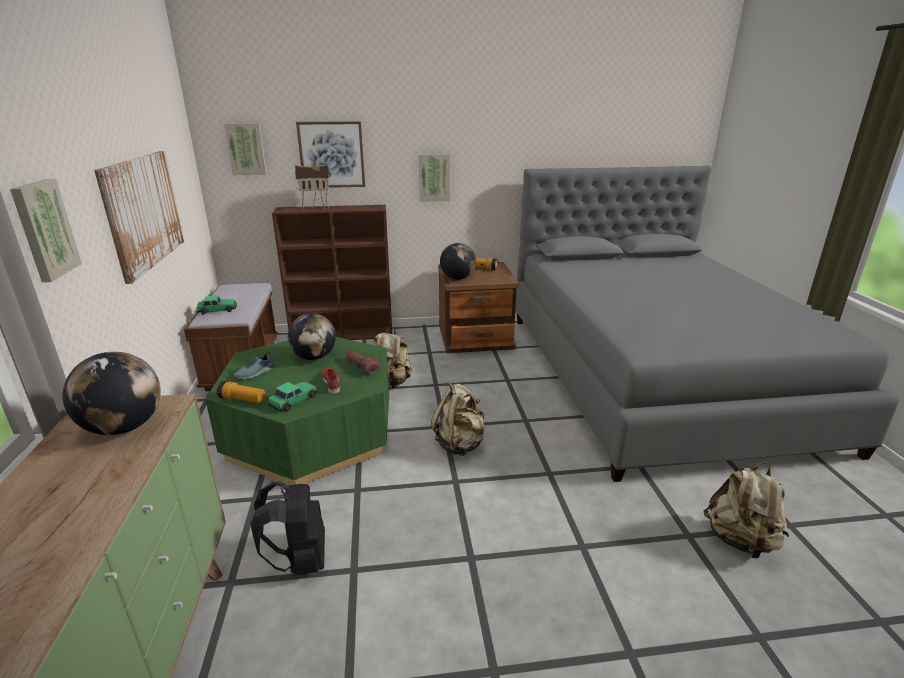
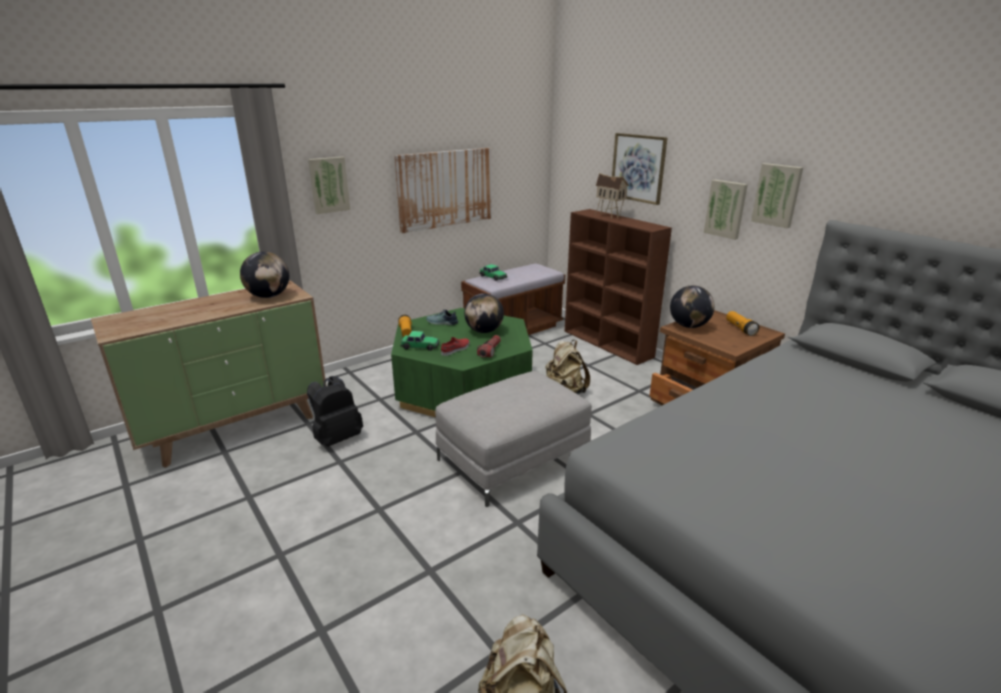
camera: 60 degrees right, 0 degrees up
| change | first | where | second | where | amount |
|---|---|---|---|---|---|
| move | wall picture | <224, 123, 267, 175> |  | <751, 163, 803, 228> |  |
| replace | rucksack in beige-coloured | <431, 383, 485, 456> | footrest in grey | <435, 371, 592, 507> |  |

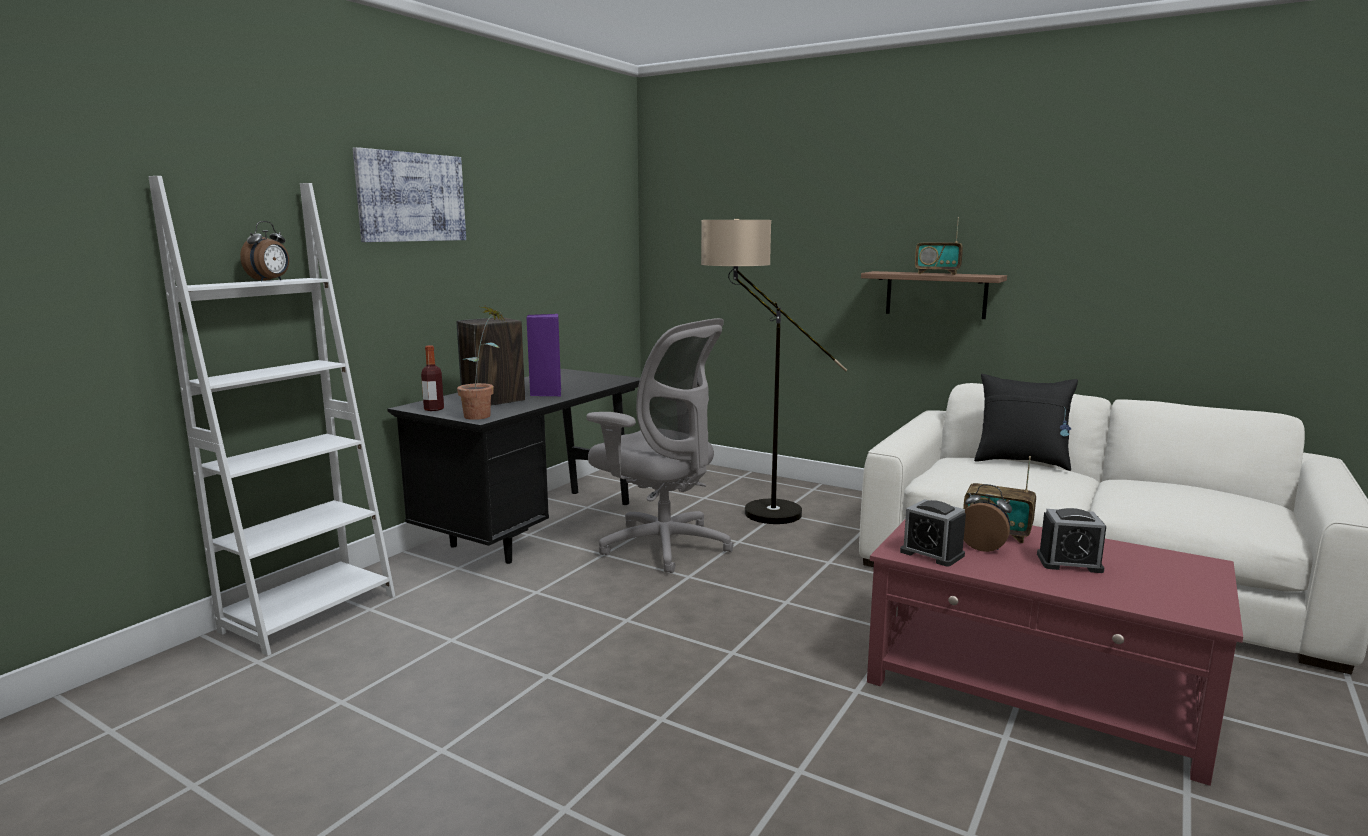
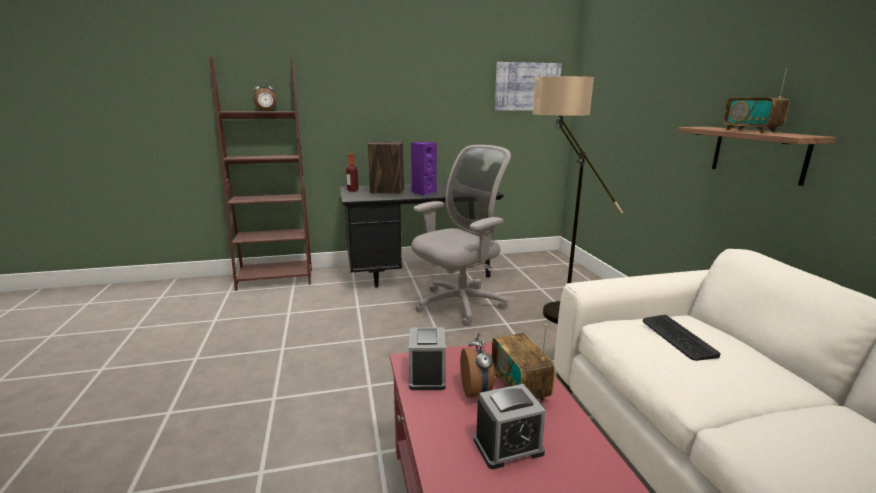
camera: 45 degrees right, 5 degrees up
| change | first | where | second | where | amount |
|---|---|---|---|---|---|
| recolor | shelving unit in white-coloured | <148, 176, 395, 656> | shelving unit in brown-coloured | <209, 58, 312, 291> |  |
| move | wall picture | <353, 147, 466, 242> |  | <495, 62, 562, 111> |  |
| delete | potted plant | <457, 307, 506, 420> |  |  |  |
| rotate | office chair in grey | <586, 318, 733, 573> |  | <411, 145, 511, 326> | 120 degrees counterclockwise |
| delete | cushion in black-coloured | <974, 374, 1078, 471> |  |  |  |
| rotate | alarm clock | <1037, 508, 1106, 573> |  | <474, 384, 546, 469> | 75 degrees counterclockwise |
| insert |  |  | PC keyboard | <643, 315, 721, 361> |  |

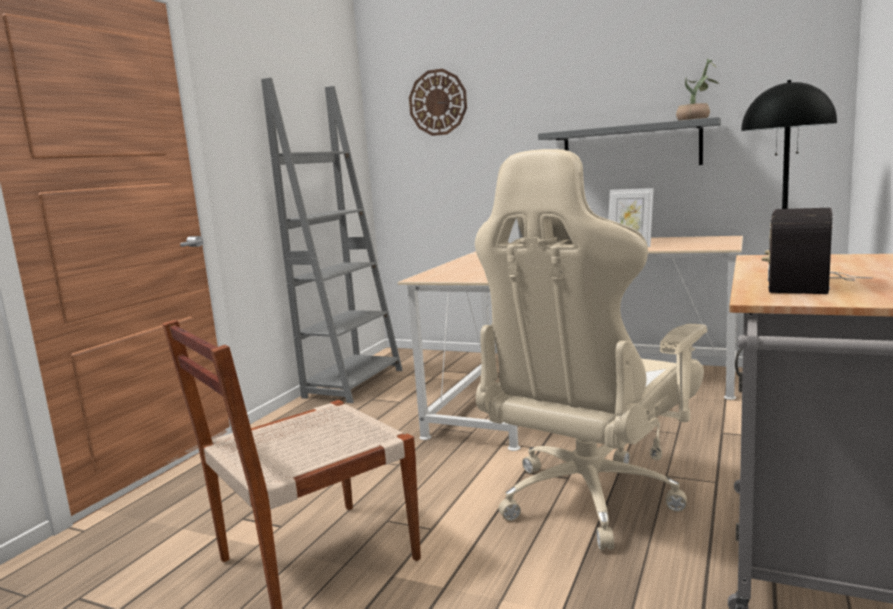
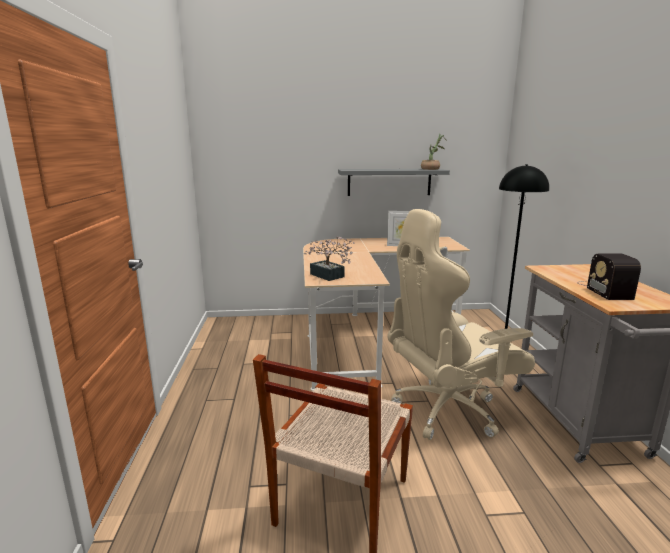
camera: 30 degrees left, 5 degrees up
| change | first | where | second | where | amount |
|---|---|---|---|---|---|
| delete | shelving unit in grey | <261, 78, 403, 403> |  |  |  |
| delete | wall clock | <409, 69, 467, 136> |  |  |  |
| rotate | office chair in beige-coloured | <475, 149, 707, 550> |  | <387, 209, 535, 440> | 60 degrees clockwise |
| insert |  |  | potted plant | <304, 236, 355, 281> |  |

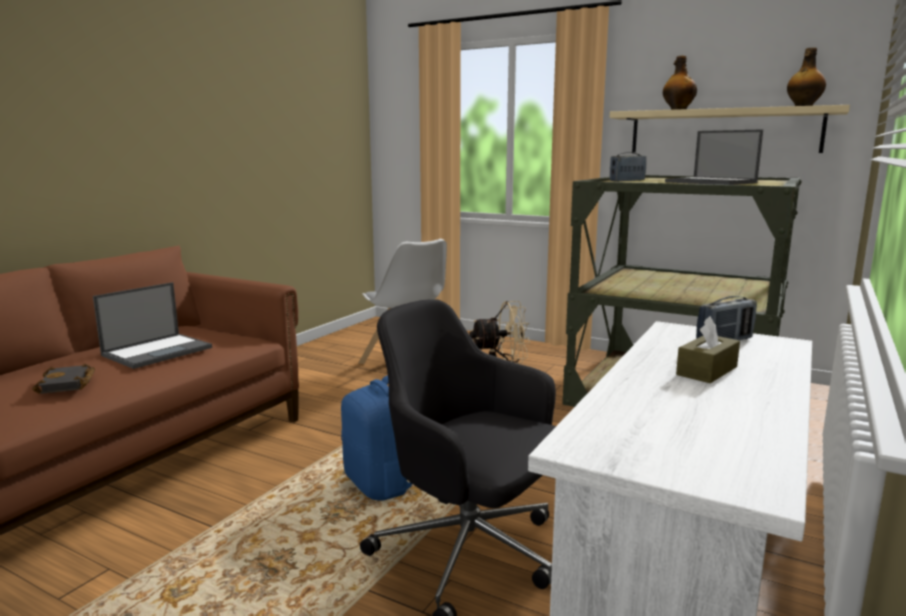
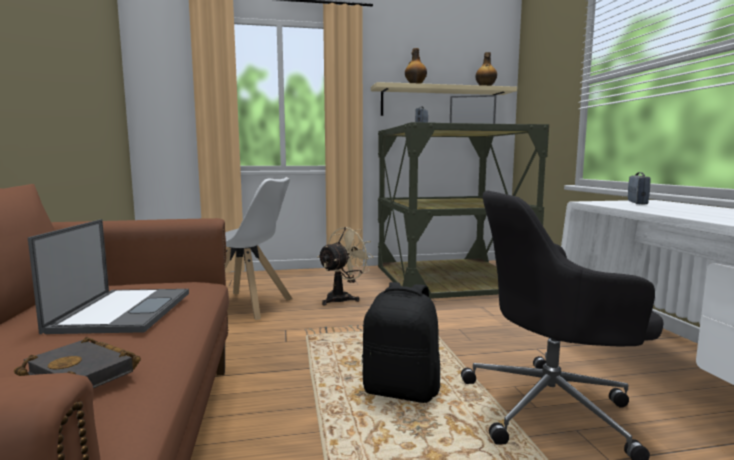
camera: 40 degrees left, 5 degrees down
| change | first | where | second | where | amount |
|---|---|---|---|---|---|
| recolor | rucksack in blue | <341, 375, 412, 501> | rucksack in black-coloured | <362, 282, 440, 403> |  |
| delete | box of tissues in brown-coloured | <676, 317, 740, 383> |  |  |  |

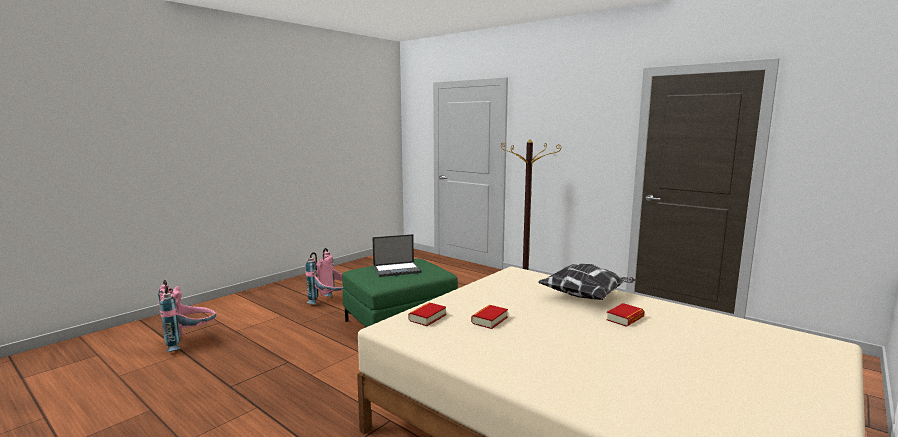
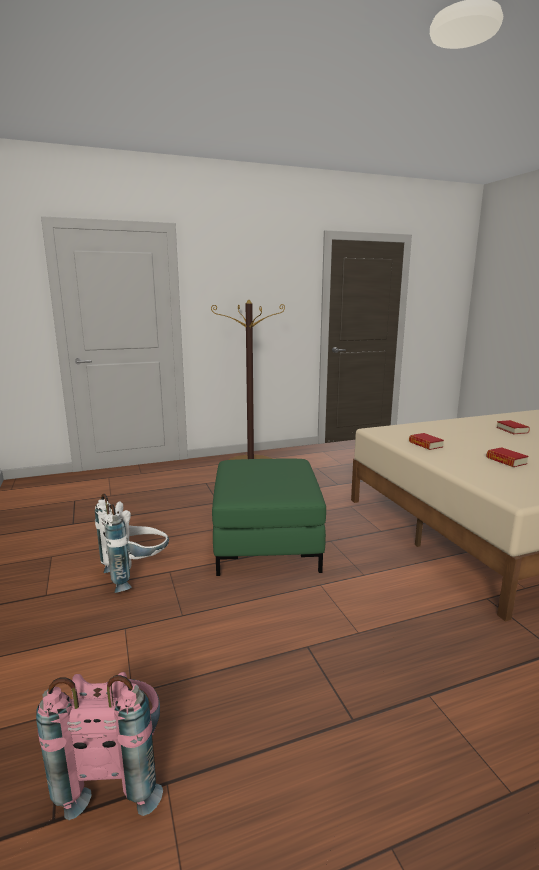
camera: 60 degrees left, 5 degrees up
| change | first | where | second | where | amount |
|---|---|---|---|---|---|
| recolor | rucksack in pinkish | <305, 248, 344, 305> | rucksack in white-coloured | <95, 494, 169, 593> |  |
| delete | portable computer | <372, 234, 422, 277> |  |  |  |
| move | volume | <408, 302, 446, 326> |  | <409, 433, 444, 450> |  |
| delete | cushion | <538, 264, 636, 300> |  |  |  |

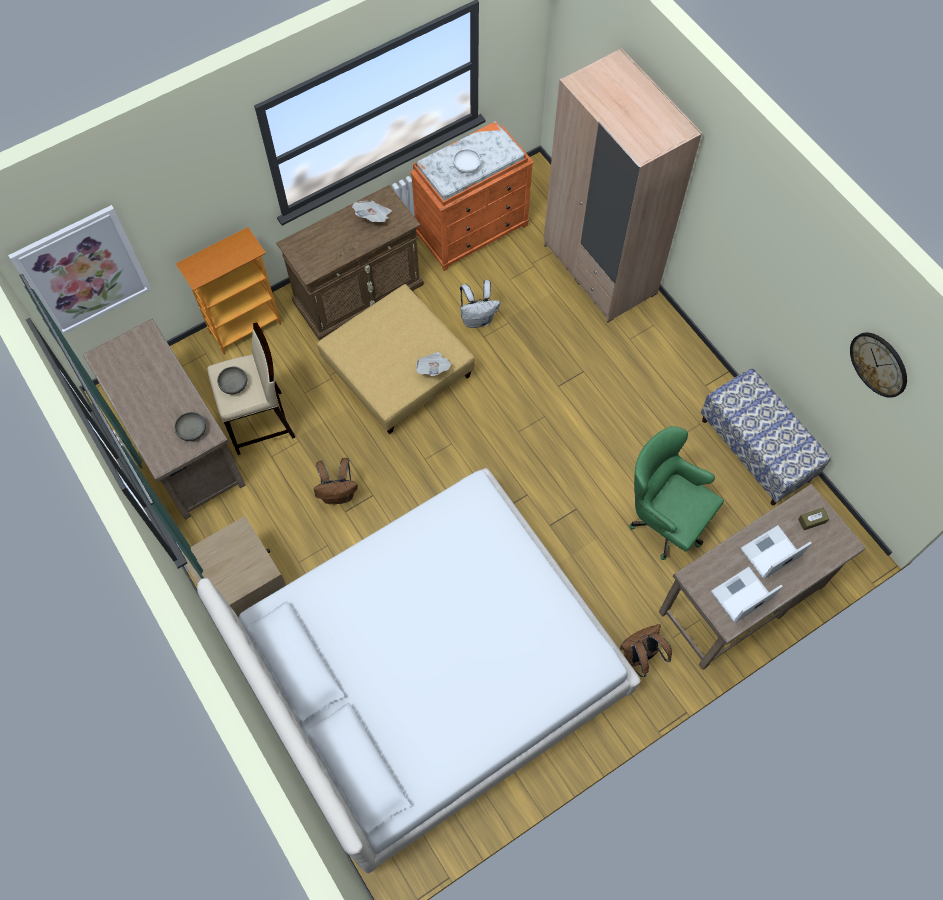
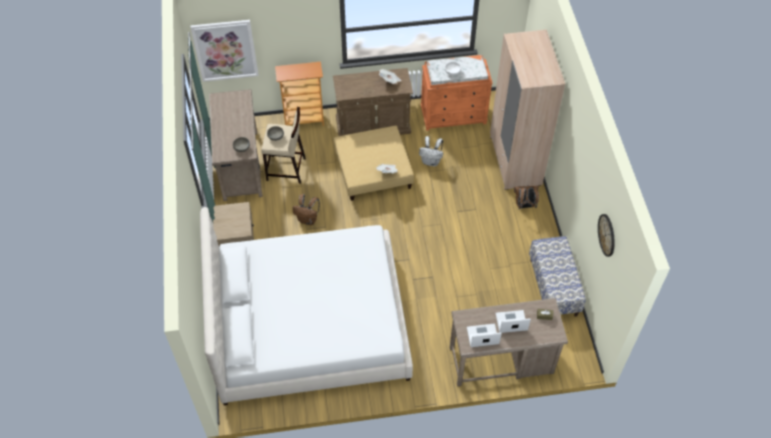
camera: 25 degrees right, 10 degrees down
| change | first | where | second | where | amount |
|---|---|---|---|---|---|
| move | rucksack in brown-coloured | <620, 624, 672, 677> |  | <514, 185, 539, 210> |  |
| delete | office chair in greenish | <629, 426, 724, 560> |  |  |  |

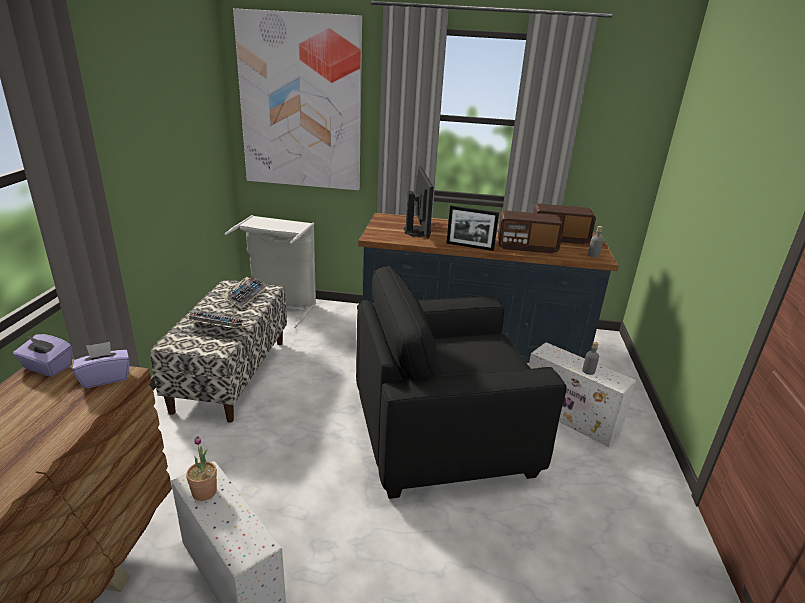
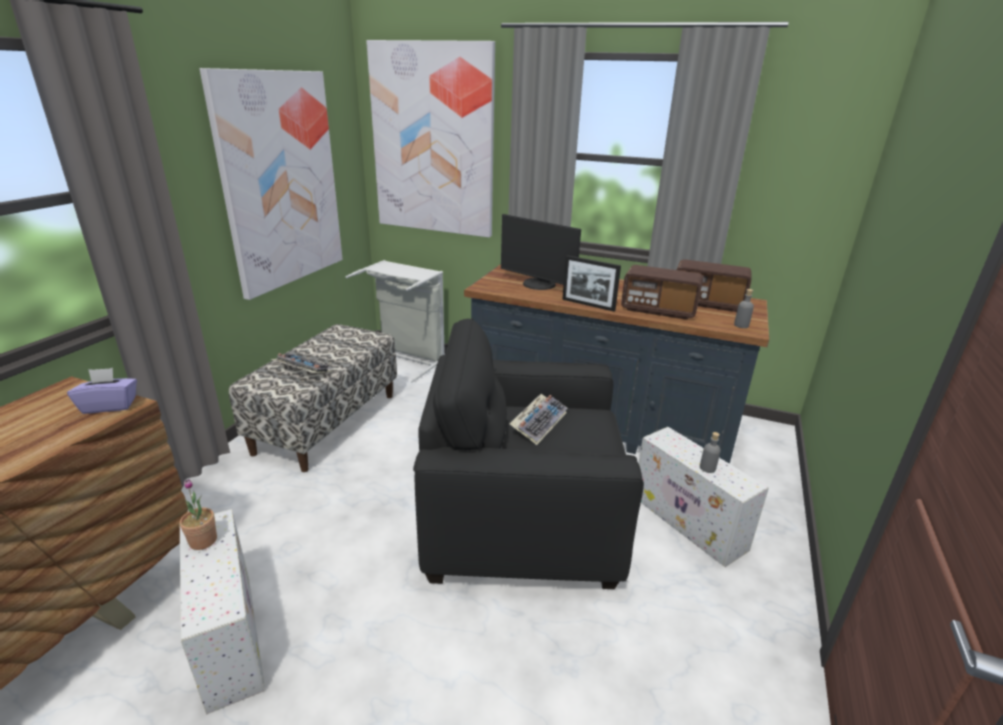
camera: 15 degrees right, 0 degrees up
| change | first | where | second | where | amount |
|---|---|---|---|---|---|
| delete | box of tissues in purple-coloured | <13, 334, 72, 377> |  |  |  |
| move | PC keyboard | <221, 276, 266, 309> |  | <509, 394, 567, 445> |  |
| rotate | computer display | <404, 166, 434, 238> |  | <501, 214, 581, 290> | 120 degrees clockwise |
| insert |  |  | wall picture | <199, 68, 343, 300> |  |

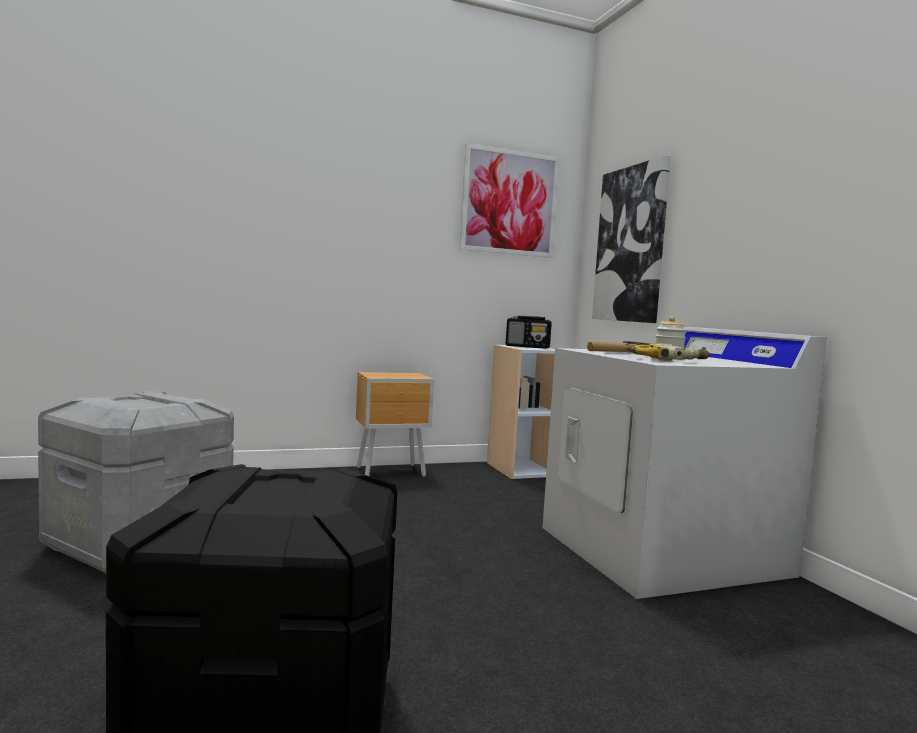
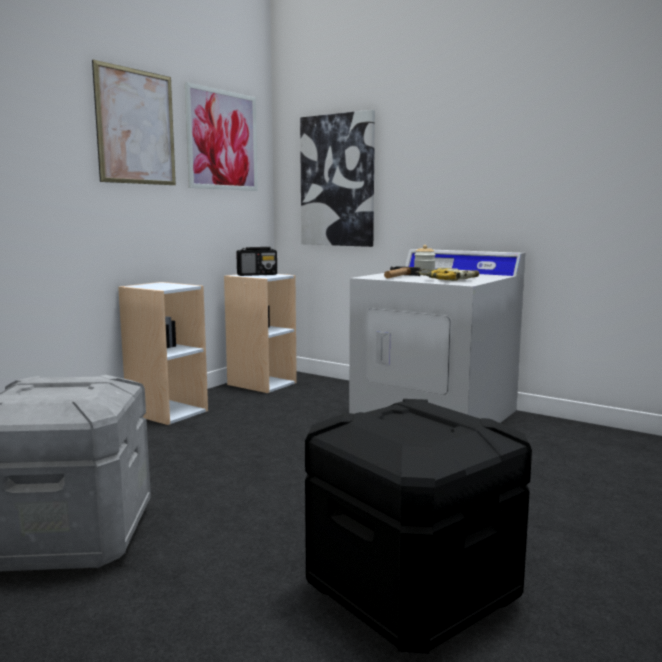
camera: 35 degrees left, 5 degrees up
| change | first | where | second | where | amount |
|---|---|---|---|---|---|
| replace | nightstand in brown-coloured | <356, 372, 434, 477> | shelving unit | <118, 282, 208, 425> |  |
| insert |  |  | wall picture | <92, 60, 176, 185> |  |

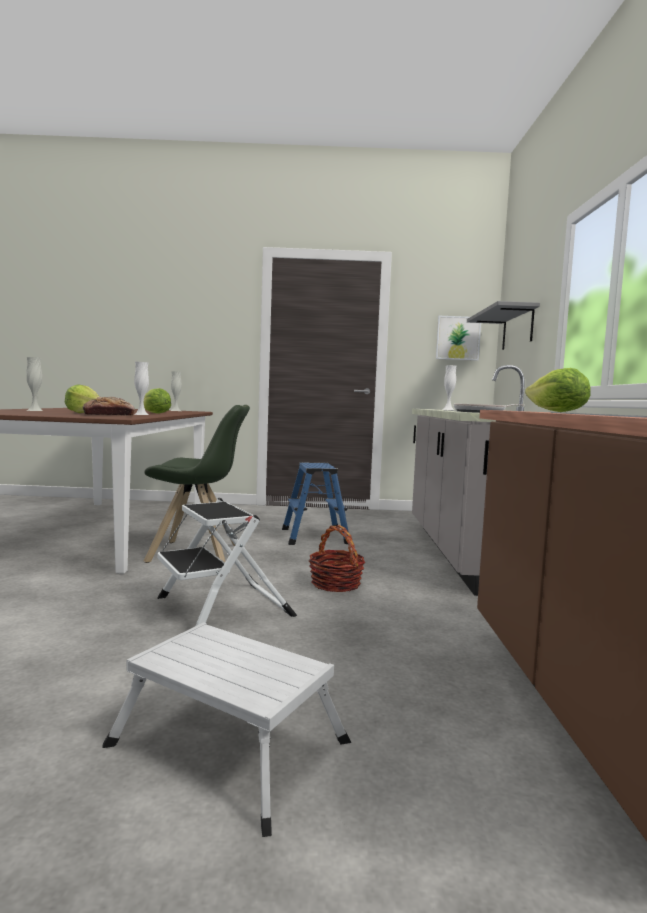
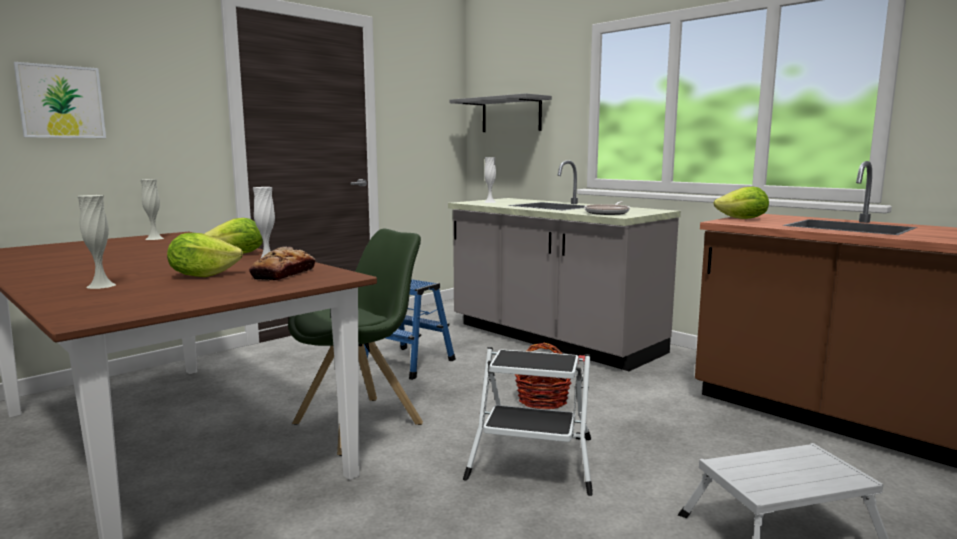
camera: 45 degrees left, 5 degrees up
| change | first | where | second | where | amount |
|---|---|---|---|---|---|
| move | wall picture | <436, 316, 481, 361> |  | <14, 62, 106, 138> |  |

